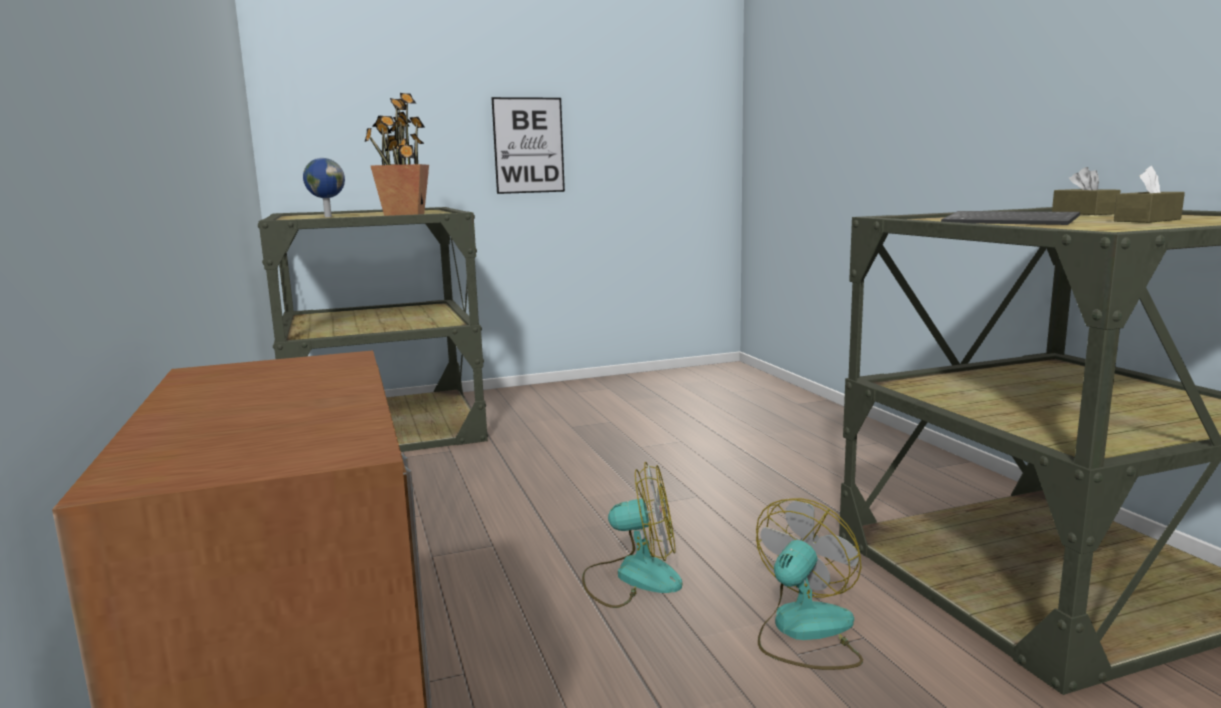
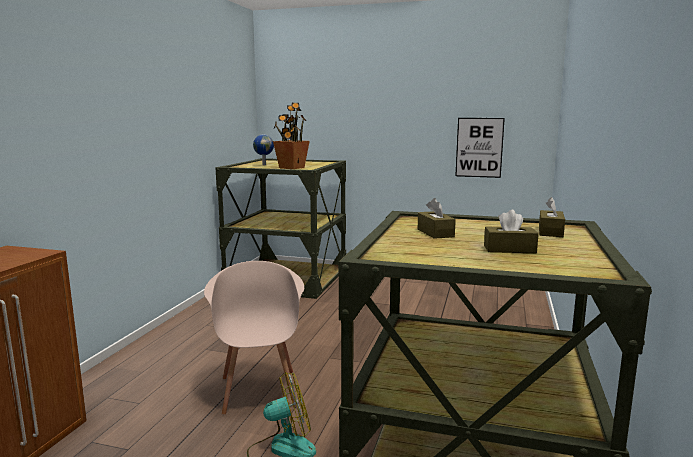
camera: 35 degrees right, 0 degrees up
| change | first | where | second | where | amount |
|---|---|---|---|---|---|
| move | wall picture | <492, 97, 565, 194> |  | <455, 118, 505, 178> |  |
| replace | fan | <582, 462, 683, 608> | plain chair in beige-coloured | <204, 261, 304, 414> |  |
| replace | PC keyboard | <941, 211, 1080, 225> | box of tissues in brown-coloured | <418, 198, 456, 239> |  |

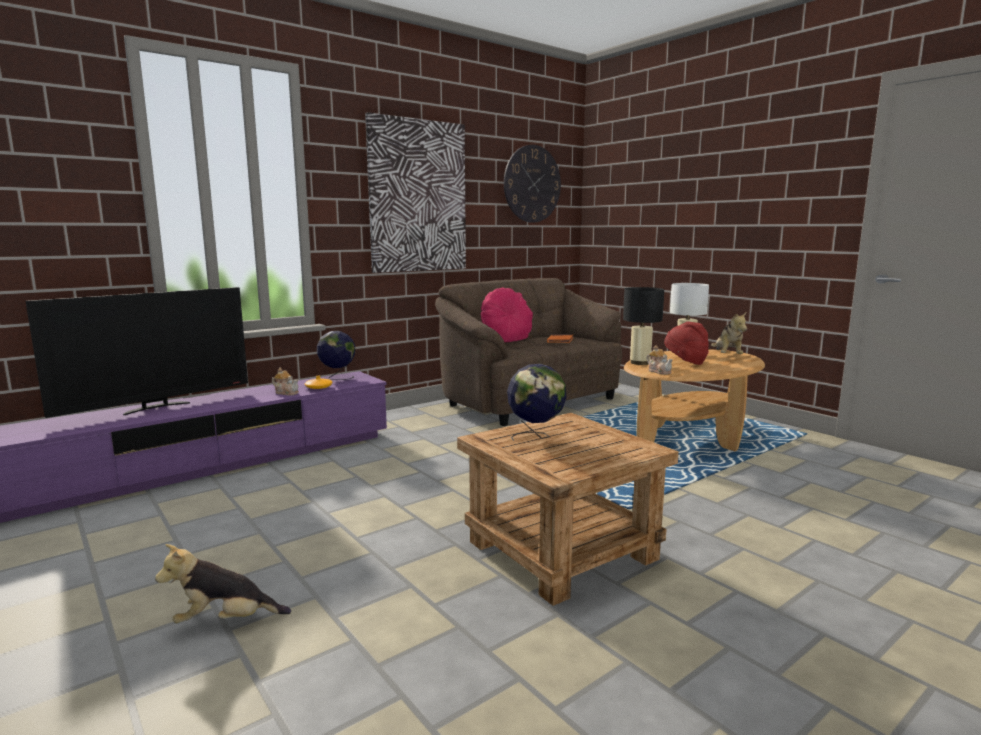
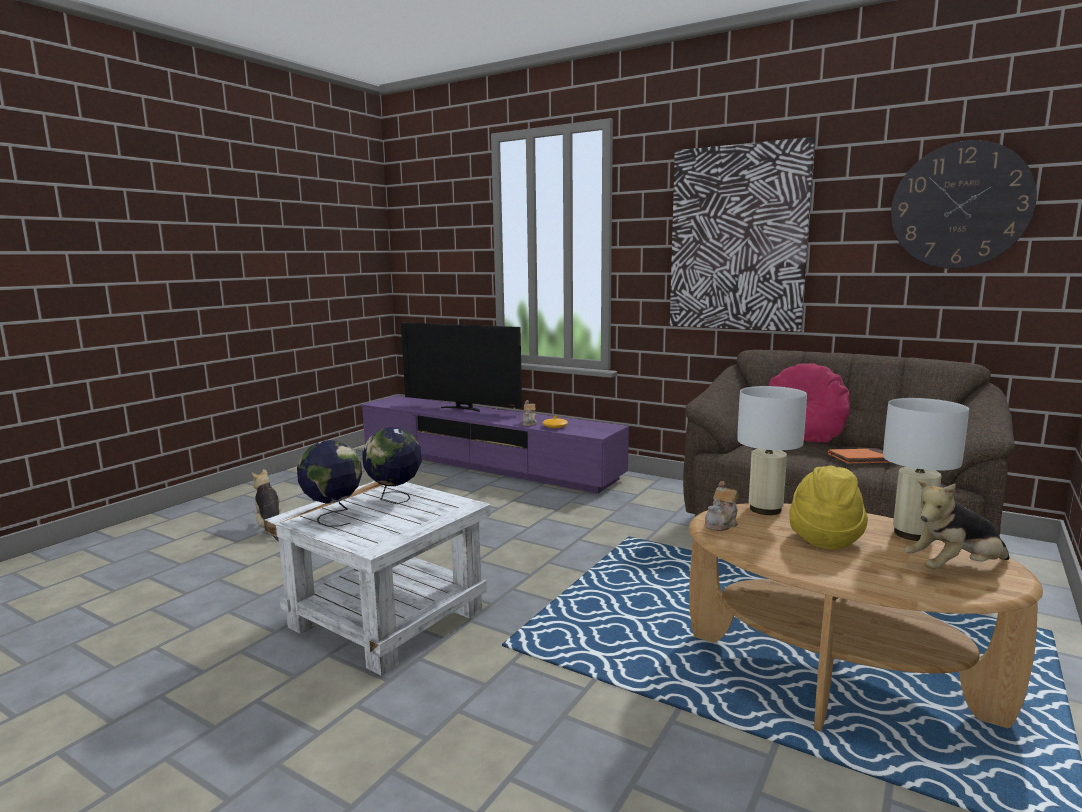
camera: 70 degrees right, 0 degrees up
| change | first | where | second | where | amount |
|---|---|---|---|---|---|
| move | globe | <317, 331, 355, 380> |  | <297, 440, 362, 527> |  |
| recolor | end table in brown-coloured | <457, 413, 679, 606> | end table in white-coloured | <264, 481, 491, 676> |  |
| recolor | tabletop lamp in black-coloured | <623, 287, 664, 365> | tabletop lamp in white-coloured | <737, 386, 807, 515> |  |
| recolor | wearable hat in red-coloured | <664, 321, 709, 365> | wearable hat in yellowish | <789, 466, 868, 549> |  |

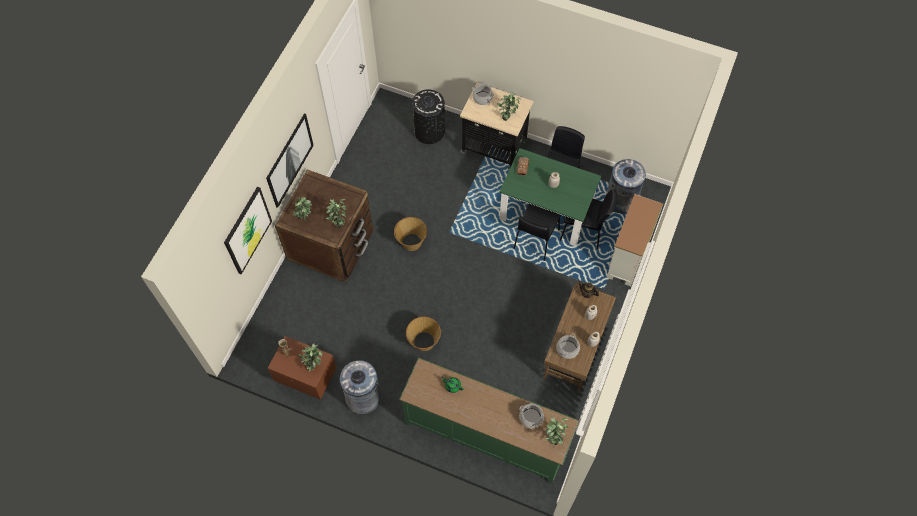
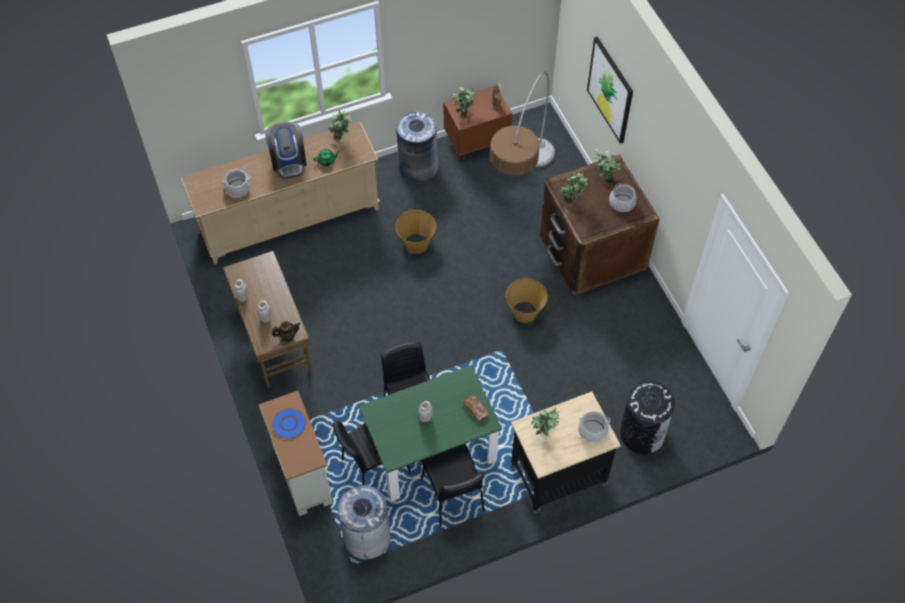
camera: 135 degrees right, 5 degrees down
| change | first | where | second | where | amount |
|---|---|---|---|---|---|
| delete | wall picture | <266, 113, 314, 208> |  |  |  |
| recolor | cabinet in greenish | <399, 357, 579, 483> | cabinet in beige-coloured | <181, 122, 380, 264> |  |
| move | potted plant | <546, 416, 569, 445> |  | <329, 110, 351, 140> |  |
| move | saucepot | <556, 334, 580, 359> |  | <609, 183, 637, 212> |  |
| insert |  |  | coffee maker | <265, 121, 307, 179> |  |
| insert |  |  | plate in blue | <272, 408, 306, 439> |  |
| insert |  |  | standard lamp | <490, 72, 555, 176> |  |

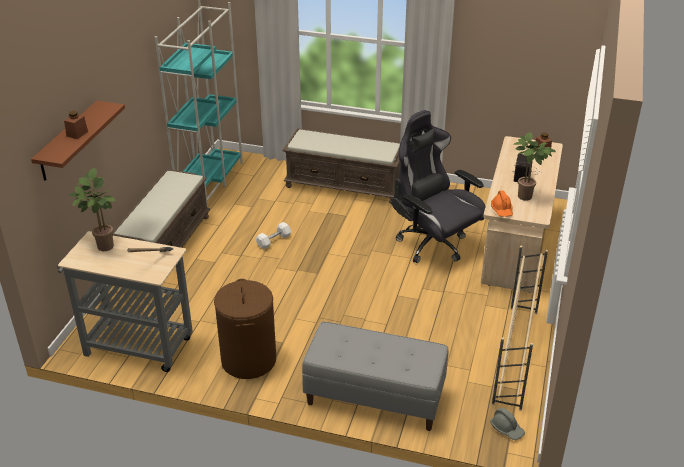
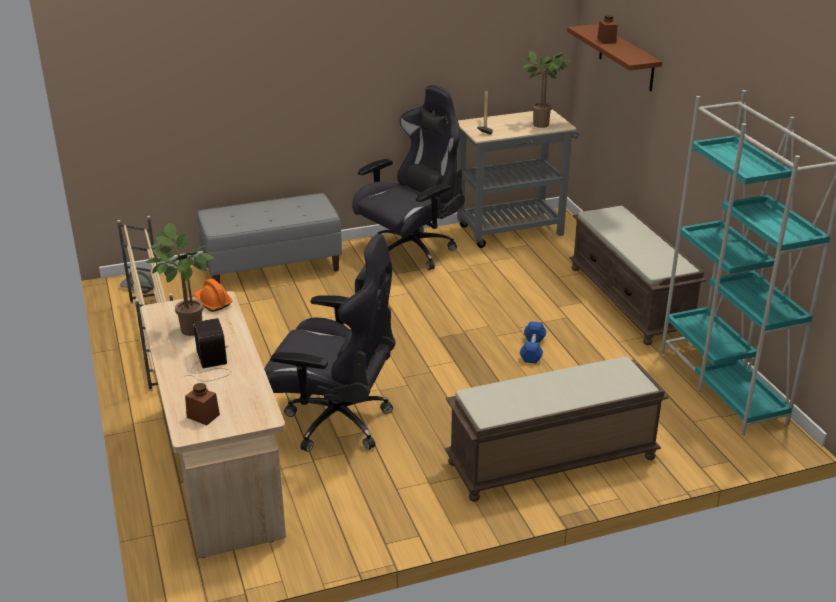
camera: 145 degrees right, 5 degrees down
| change | first | where | second | where | amount |
|---|---|---|---|---|---|
| replace | washing basket in brown-coloured | <214, 279, 276, 379> | office chair in black-coloured | <352, 85, 465, 270> |  |
| recolor | hand weight in white-coloured | <256, 222, 291, 249> | hand weight in blue | <520, 321, 546, 363> |  |

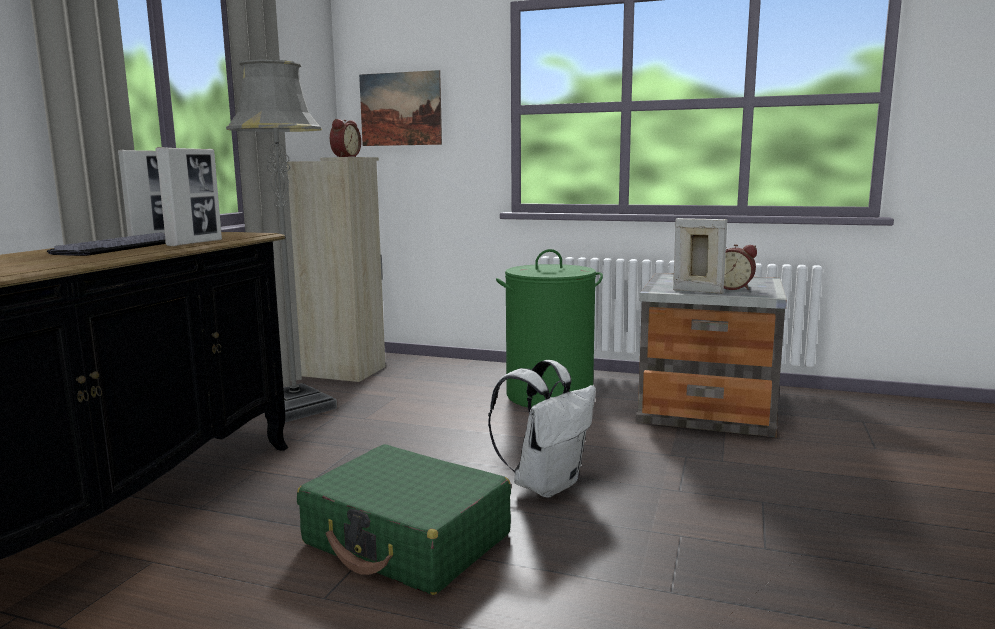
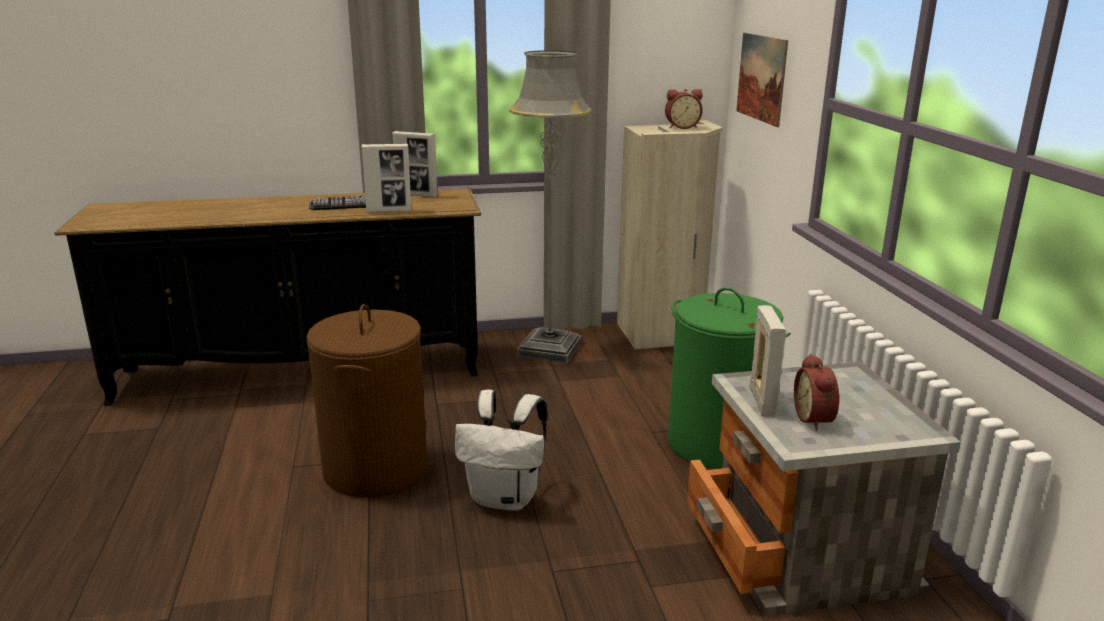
camera: 60 degrees right, 10 degrees up
| change | first | where | second | where | amount |
|---|---|---|---|---|---|
| replace | piece of luggage in greenish | <297, 444, 511, 595> | washing basket in brown-coloured | <306, 304, 427, 497> |  |

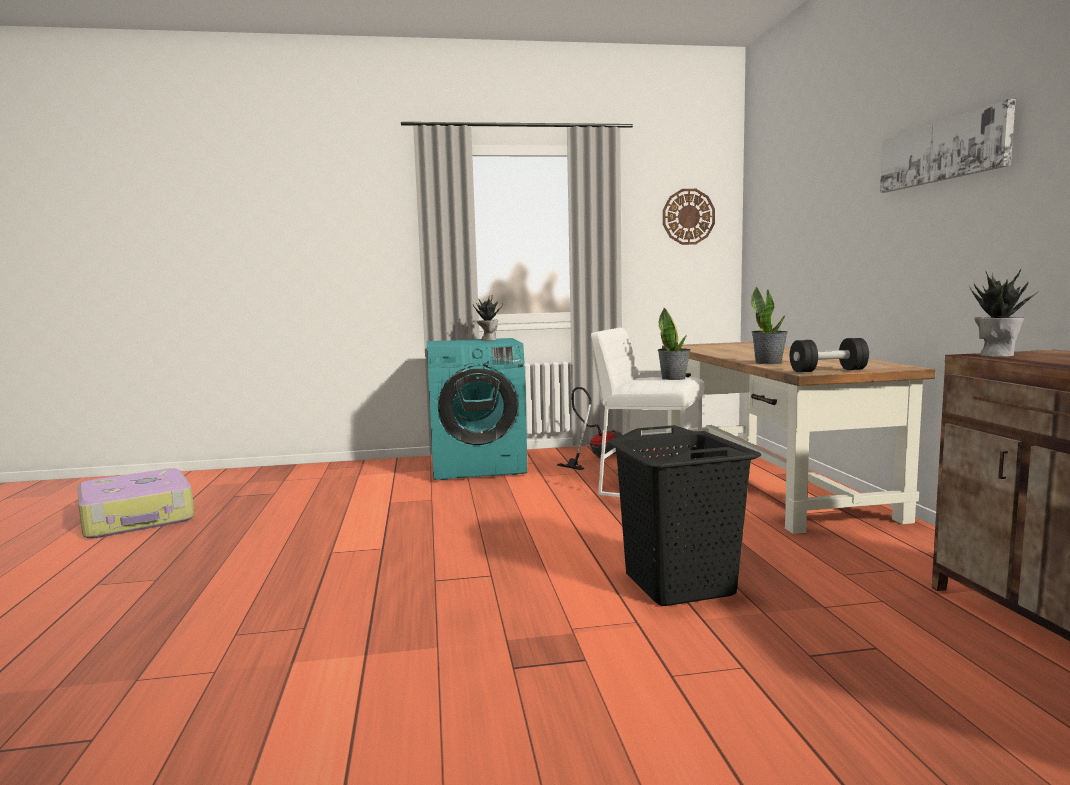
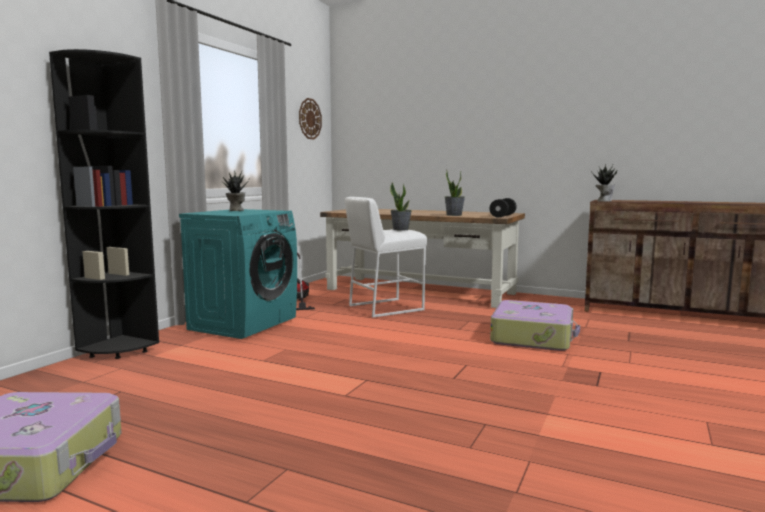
camera: 55 degrees left, 0 degrees up
| change | first | where | second | where | amount |
|---|---|---|---|---|---|
| replace | washing basket in black-coloured | <607, 425, 761, 606> | piece of luggage | <490, 300, 580, 351> |  |
| delete | wall picture | <880, 99, 1016, 193> |  |  |  |
| insert |  |  | shelving unit in black-coloured | <49, 49, 159, 359> |  |

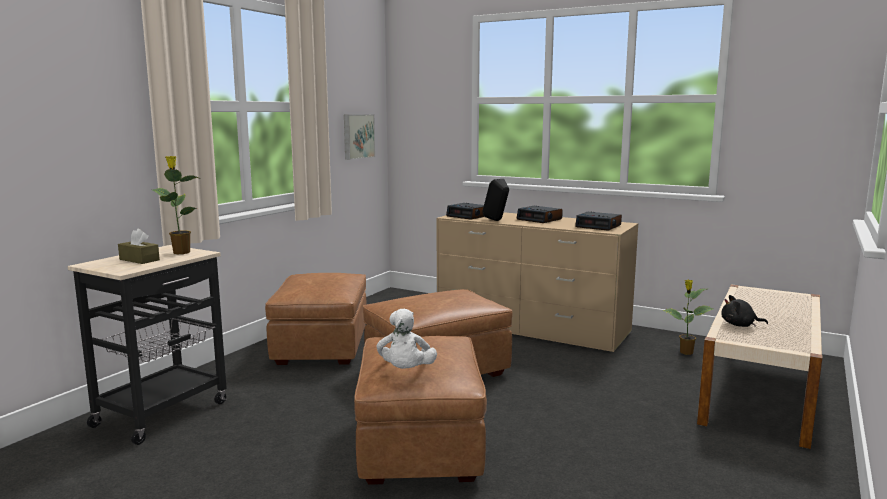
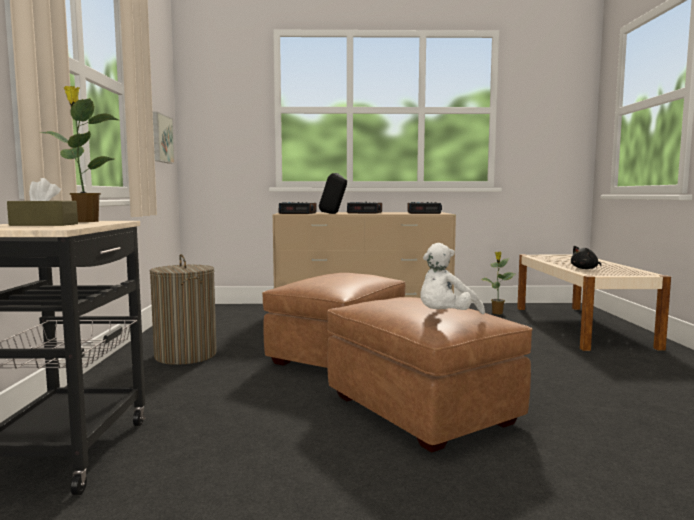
camera: 30 degrees left, 5 degrees down
| change | first | where | second | where | amount |
|---|---|---|---|---|---|
| replace | footrest in brown-coloured | <265, 273, 367, 365> | washing basket | <150, 254, 217, 365> |  |
| rotate | plush toy in white-coloured | <377, 309, 437, 369> |  | <420, 243, 485, 314> | 75 degrees clockwise |

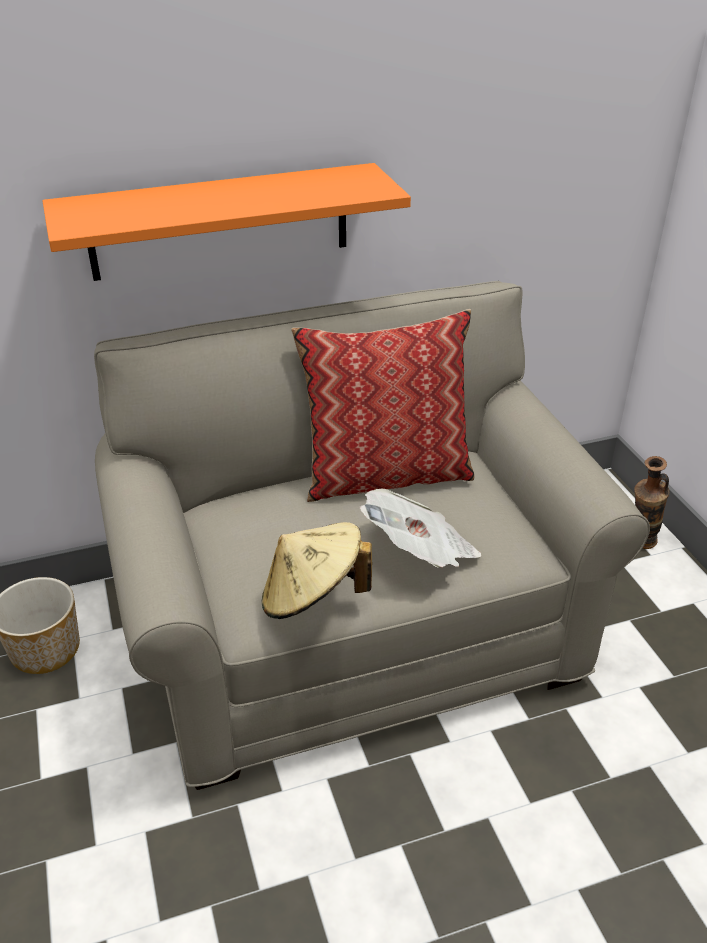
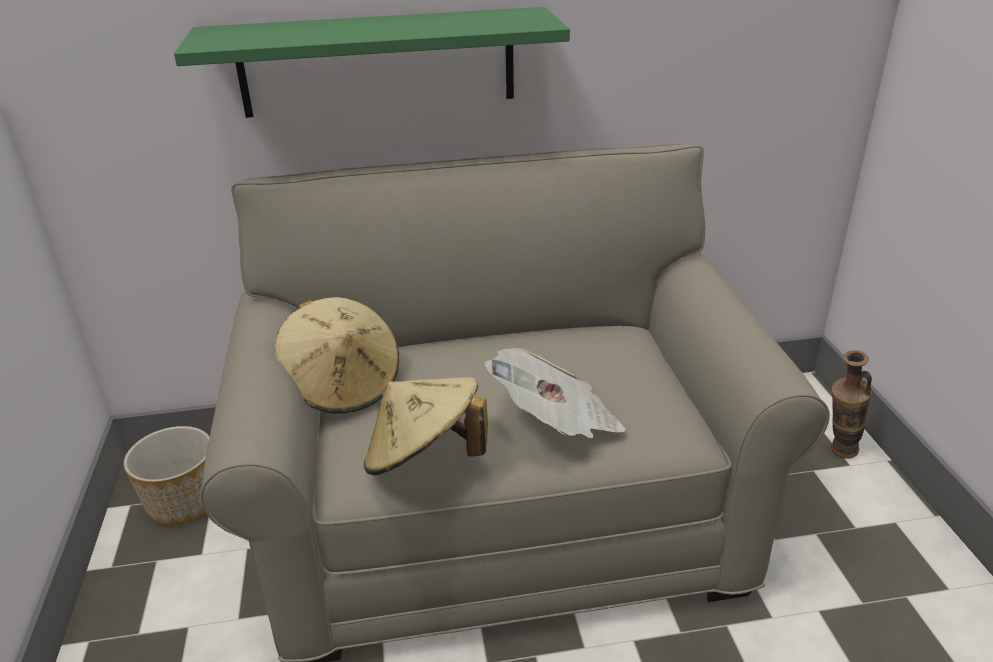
camera: 10 degrees right, 5 degrees down
| change | first | where | second | where | amount |
|---|---|---|---|---|---|
| recolor | bracket shelf in orange | <42, 163, 411, 281> | bracket shelf in greenish | <174, 7, 570, 118> |  |
| delete | cushion | <291, 309, 475, 502> |  |  |  |
| insert |  |  | wearable hat in beige-coloured | <275, 297, 399, 414> |  |

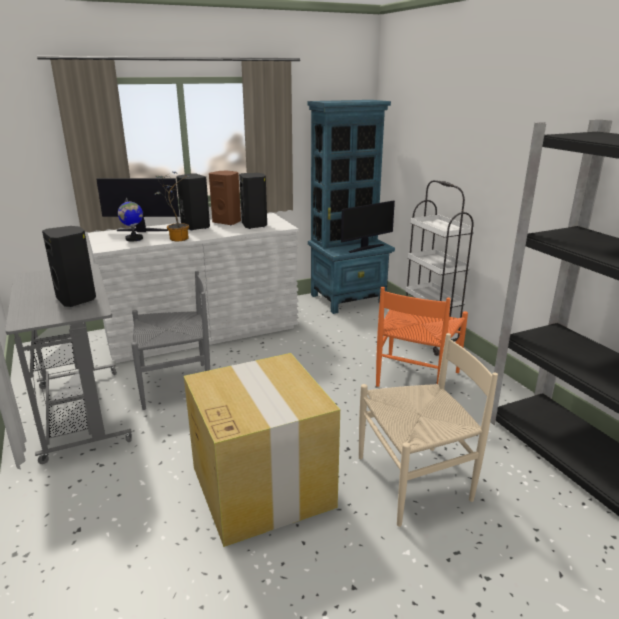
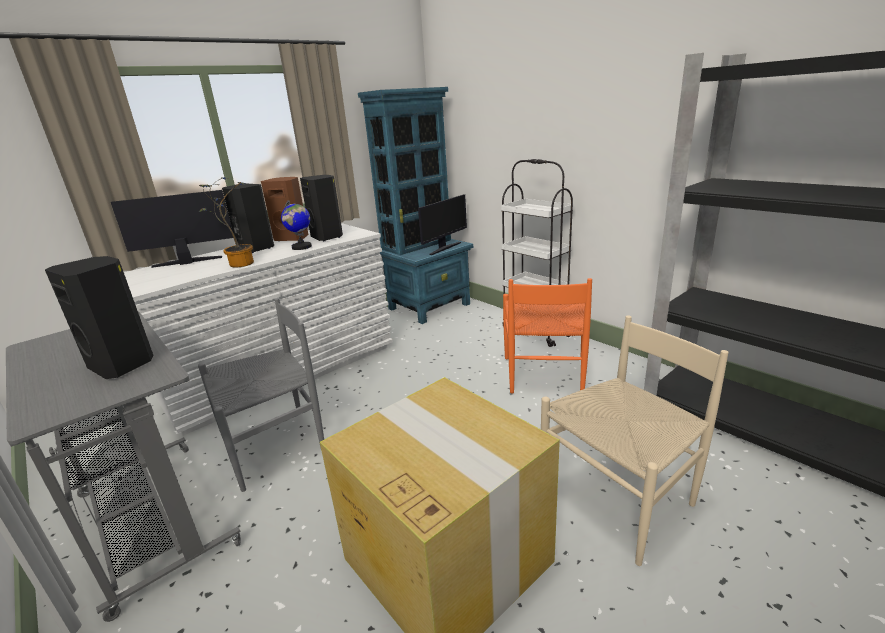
camera: 15 degrees left, 0 degrees up
| change | first | where | second | where | amount |
|---|---|---|---|---|---|
| move | globe | <118, 198, 143, 241> |  | <281, 200, 312, 250> |  |

